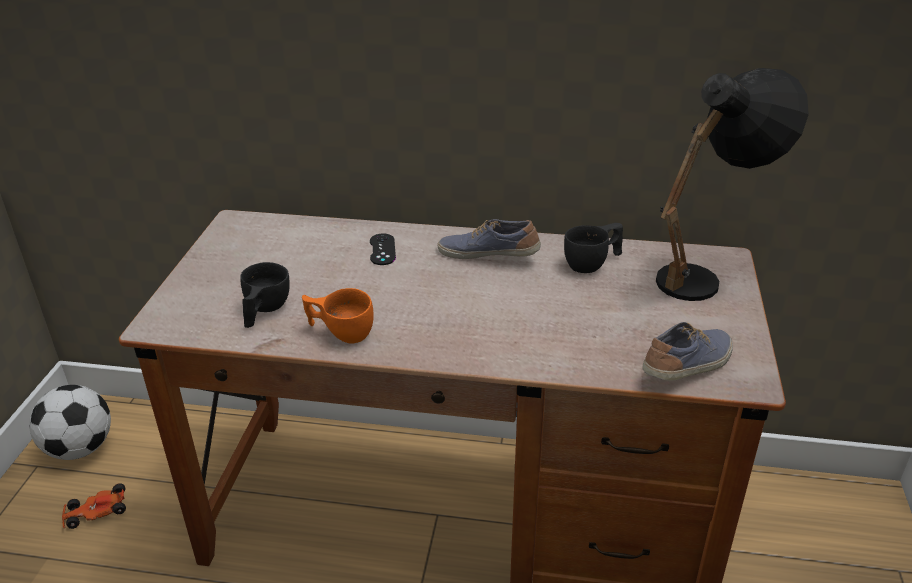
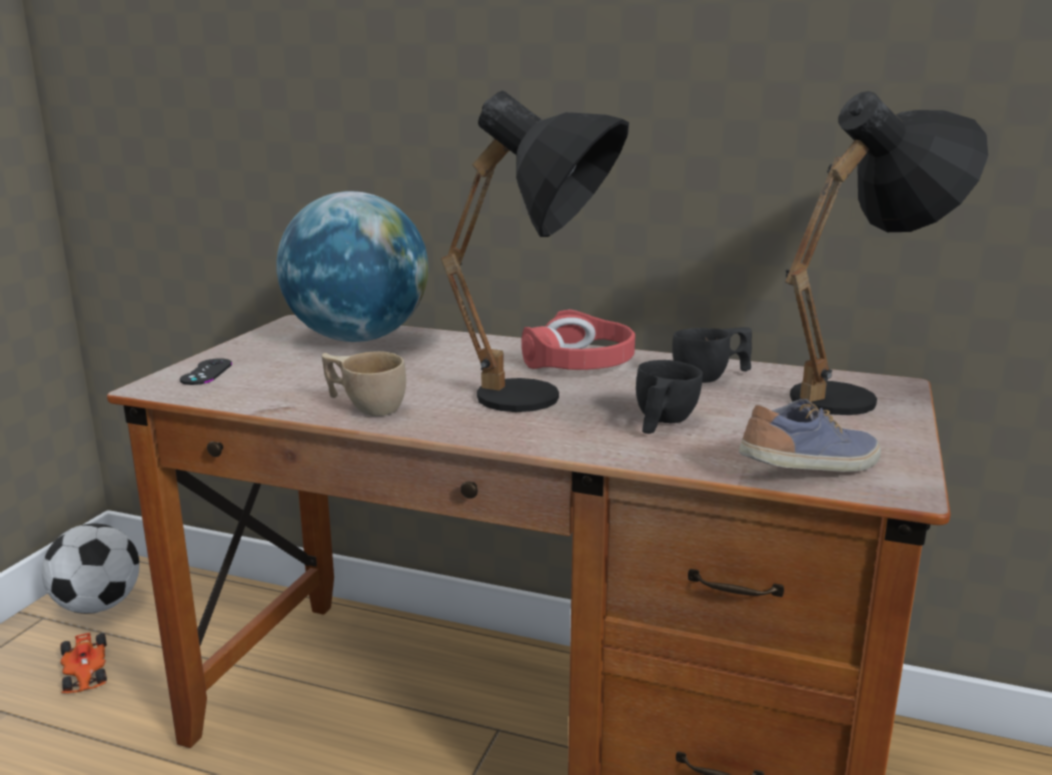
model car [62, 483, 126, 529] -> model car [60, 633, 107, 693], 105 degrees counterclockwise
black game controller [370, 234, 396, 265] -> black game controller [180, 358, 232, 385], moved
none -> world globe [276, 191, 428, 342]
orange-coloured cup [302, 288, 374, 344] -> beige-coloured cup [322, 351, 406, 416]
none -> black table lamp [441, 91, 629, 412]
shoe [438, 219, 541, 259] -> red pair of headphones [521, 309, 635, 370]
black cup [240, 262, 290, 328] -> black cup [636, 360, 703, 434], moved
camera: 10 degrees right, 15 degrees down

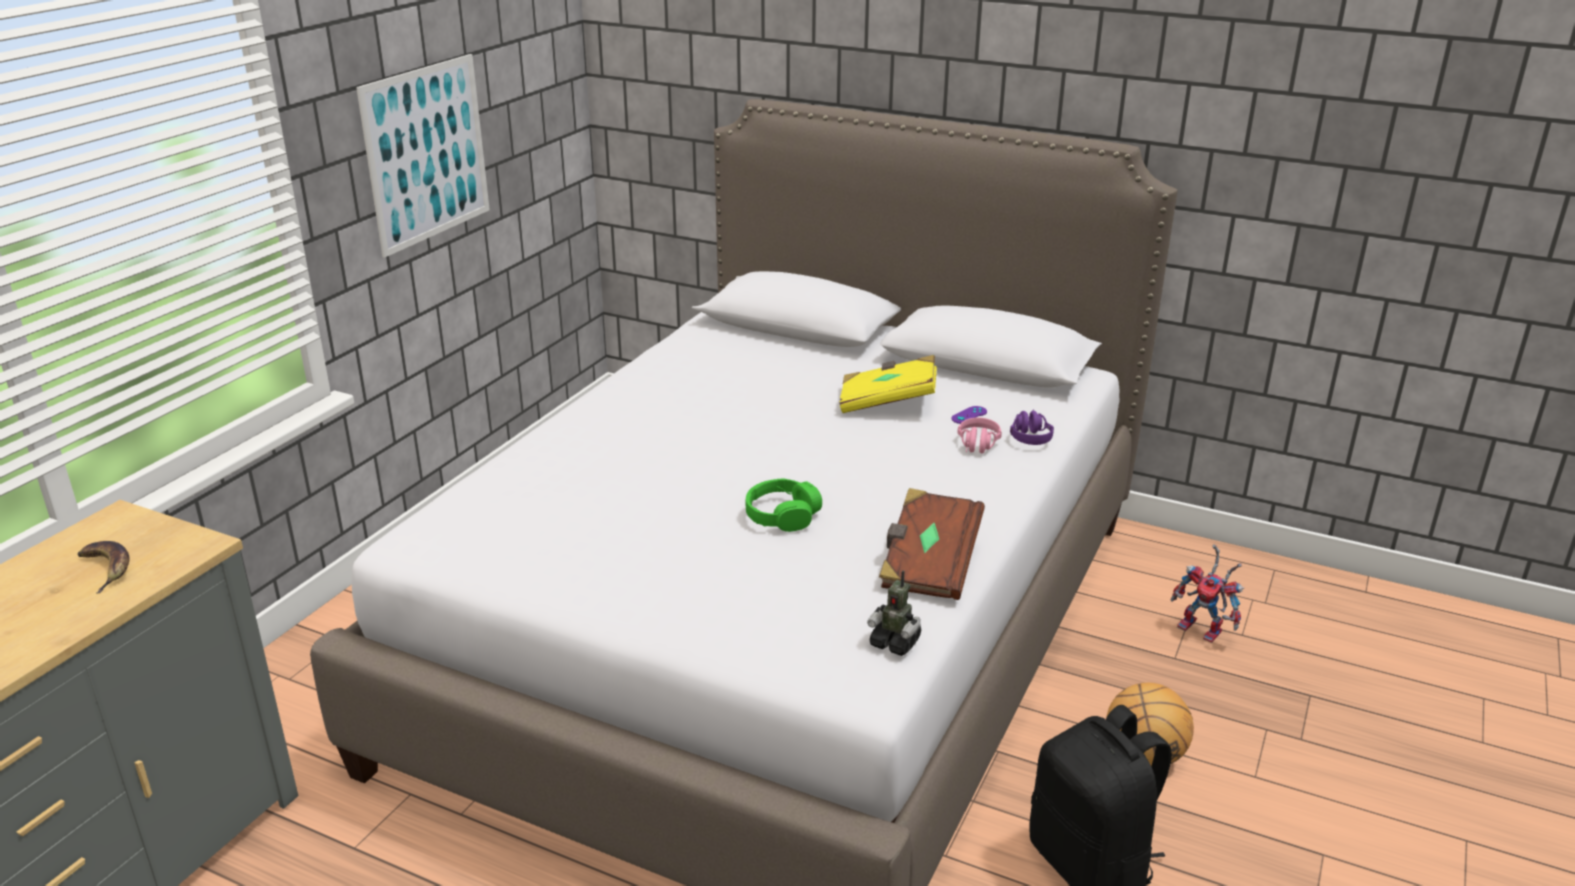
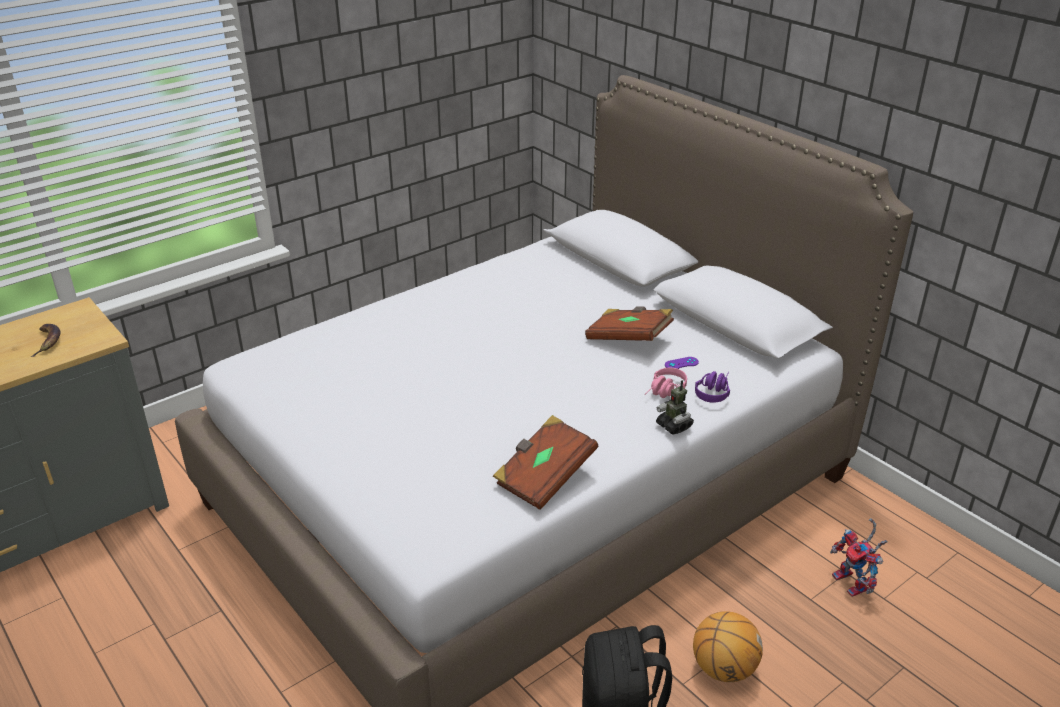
yellow bound book [839, 355, 937, 413] -> brown-coloured bound book [585, 306, 674, 341]
toy robot [867, 570, 921, 656] -> toy robot [656, 380, 694, 435], moved
wall art [356, 54, 490, 258] -> none
green-coloured pair of headphones [745, 479, 822, 532] -> none
camera: 25 degrees right, 5 degrees up

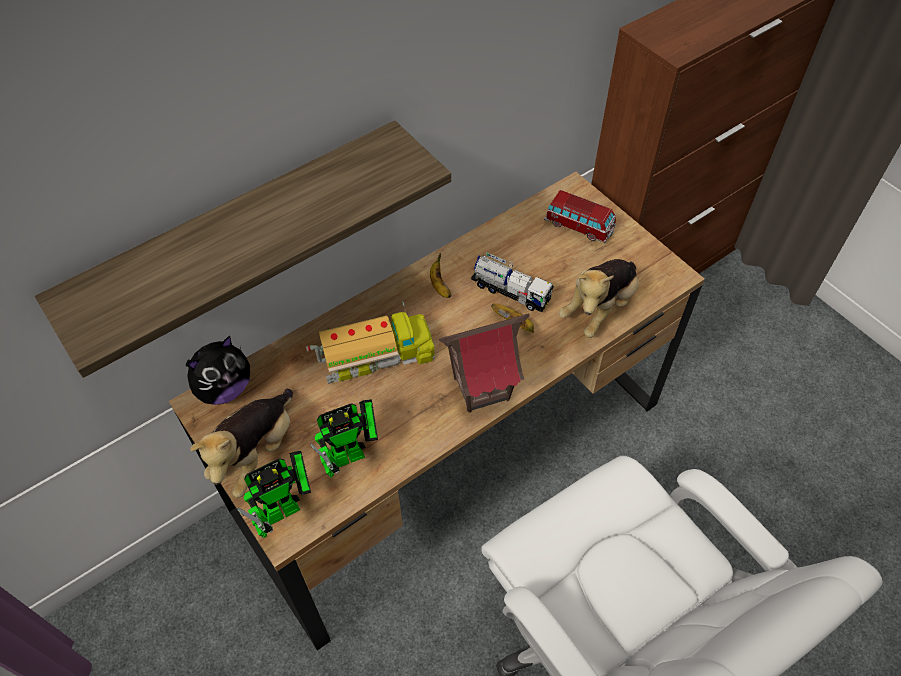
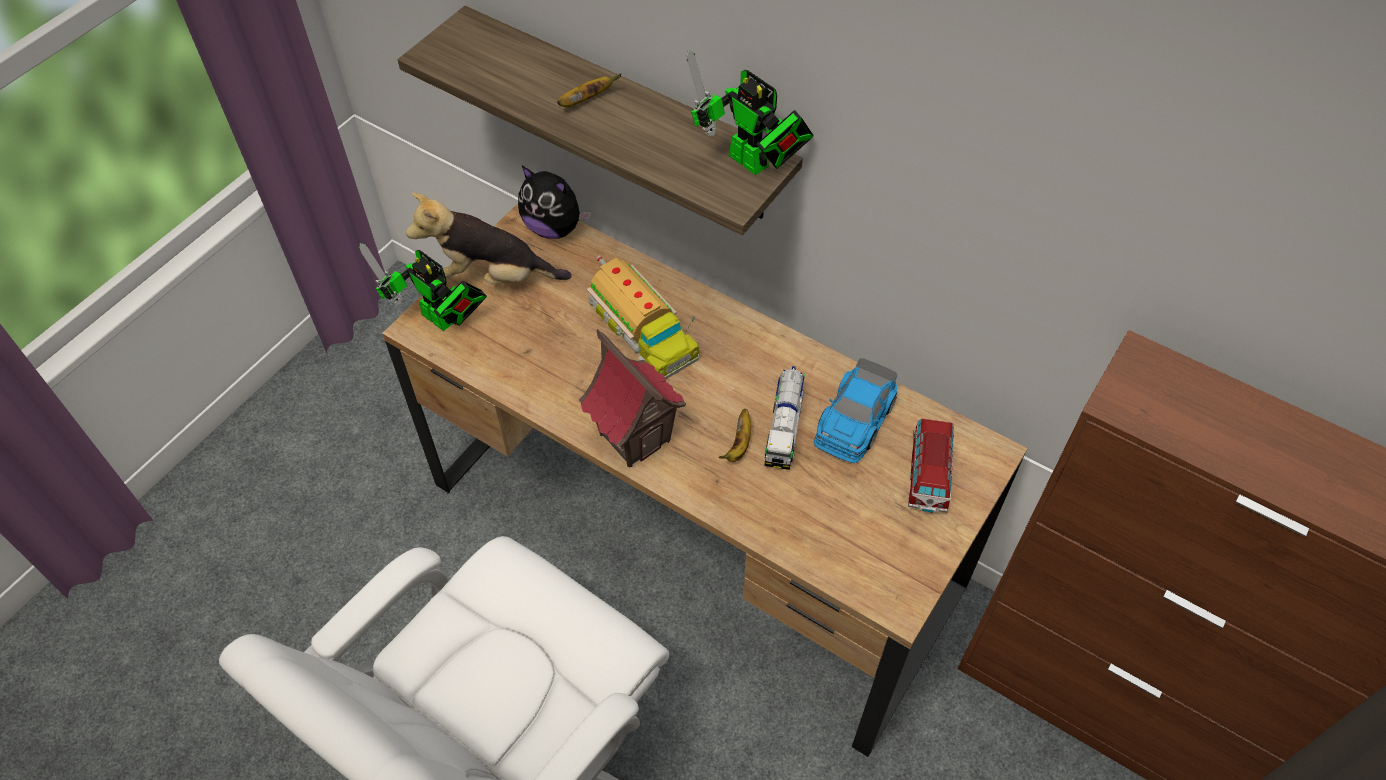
banana fruit [430, 253, 452, 298] -> banana fruit [557, 74, 622, 107], moved
toy robot [310, 399, 378, 477] -> toy robot [687, 49, 814, 175], moved
none -> model car [814, 358, 897, 463]
plush toy [559, 259, 639, 338] -> none
camera: 70 degrees right, 0 degrees up

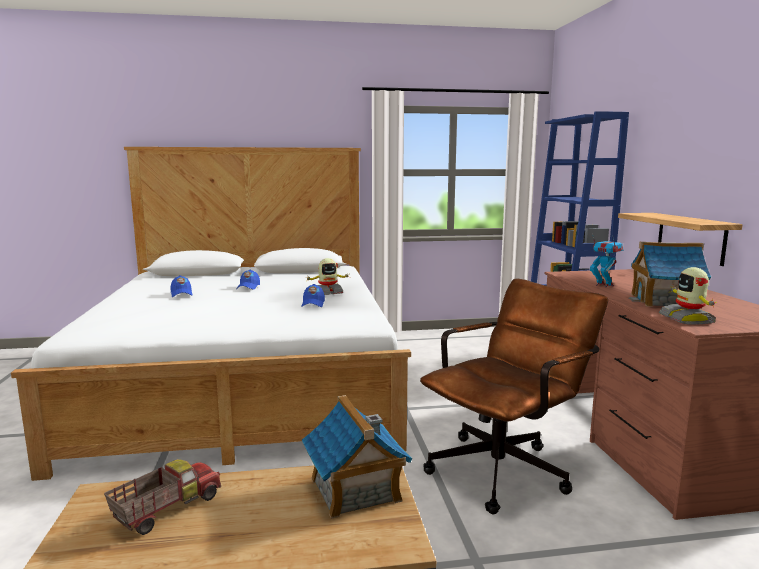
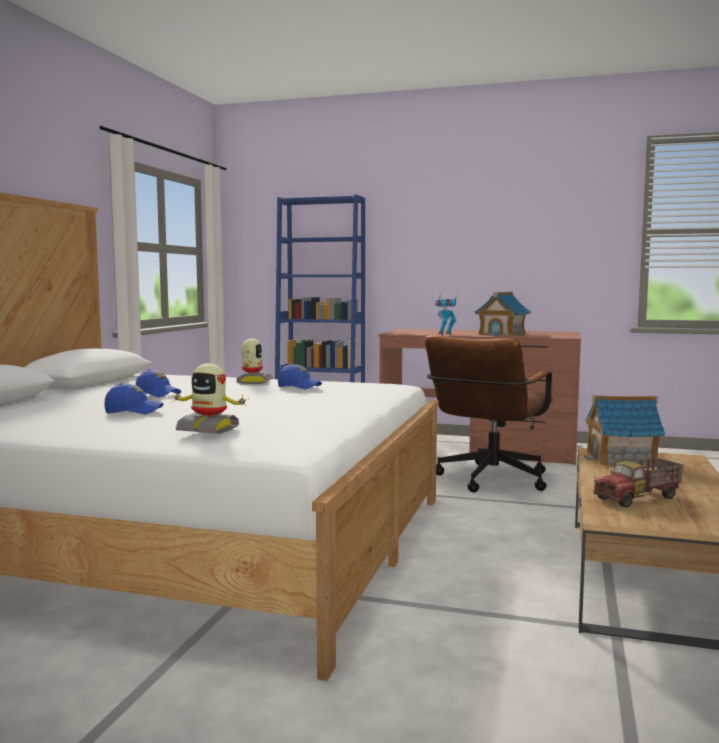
toy robot [659, 267, 716, 324] -> toy robot [172, 363, 249, 434], moved
brown-coloured desk chair [420, 279, 608, 514] -> brown-coloured desk chair [425, 335, 553, 493], 135 degrees counterclockwise
model truck [104, 459, 221, 535] -> model truck [593, 458, 684, 508], 90 degrees counterclockwise
bracket shelf [618, 213, 743, 266] -> none
camera: 65 degrees left, 5 degrees down

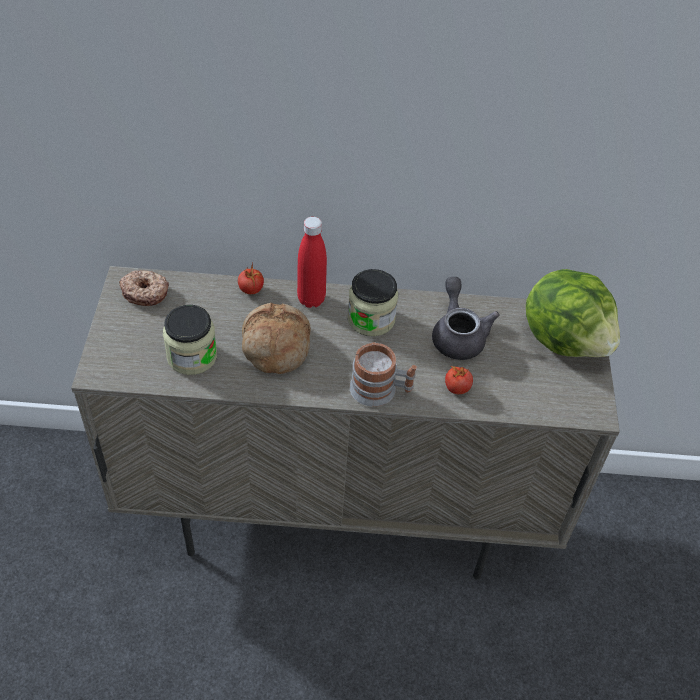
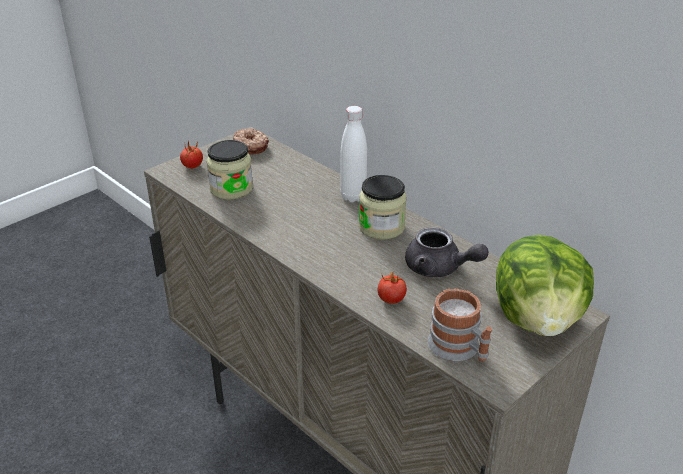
whole tomato [238, 262, 264, 294] -> whole tomato [180, 141, 203, 168], moved
red bottle [297, 217, 327, 308] -> whitish bottle [340, 106, 367, 202]
greyish pot for tea [432, 277, 500, 360] -> greyish pot for tea [405, 227, 488, 277], 90 degrees clockwise
tea mug [350, 342, 417, 407] -> tea mug [428, 289, 492, 362], moved
baked bread [242, 303, 311, 374] -> none
camera: 45 degrees right, 15 degrees down

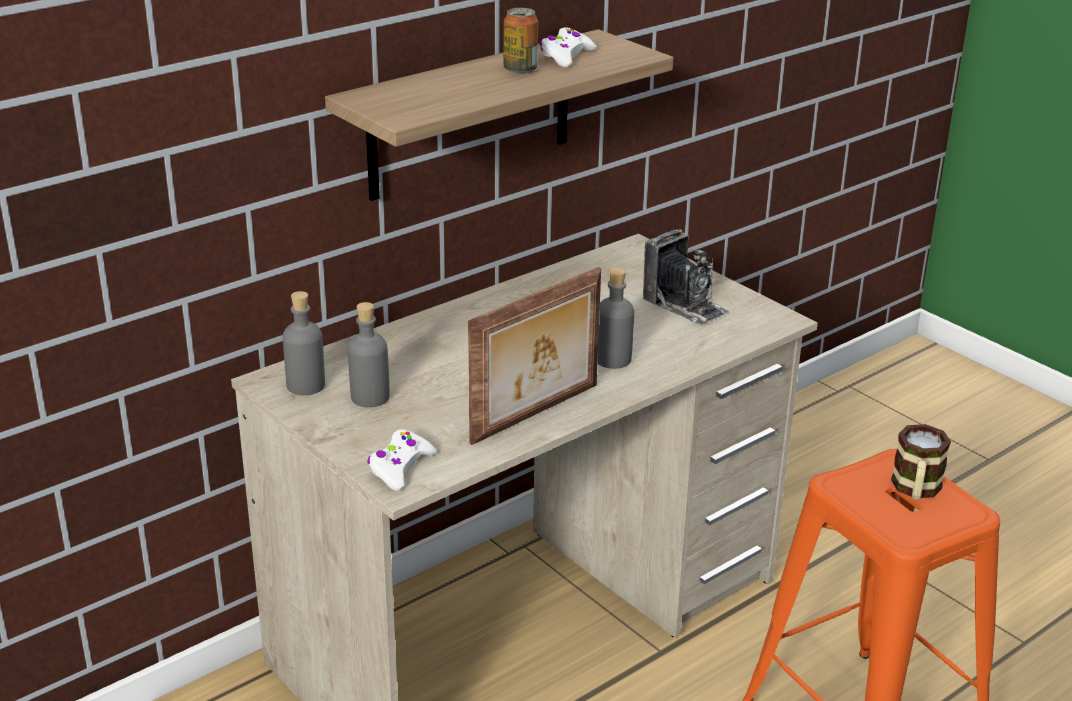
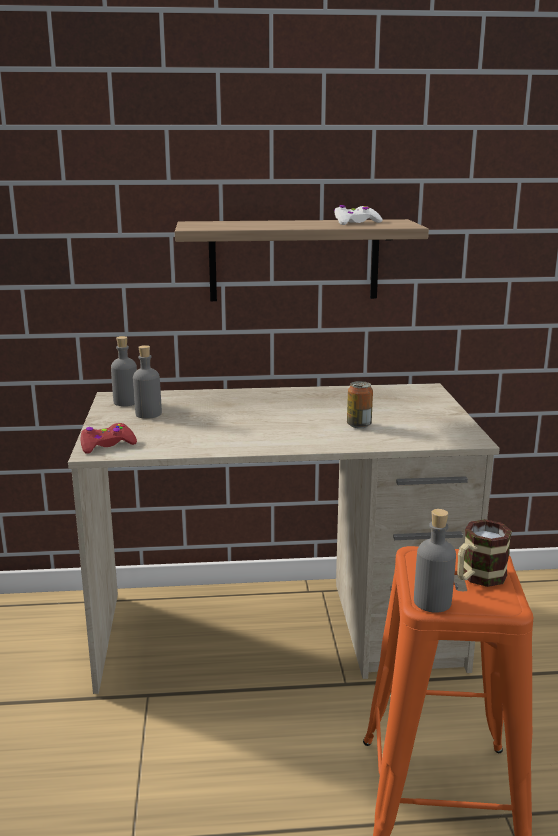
whitish game controller [367, 429, 437, 491] -> red game controller [80, 423, 137, 454]
metal can [504, 8, 538, 74] -> metal can [347, 381, 373, 428], moved
greyish bottle [597, 268, 634, 369] -> greyish bottle [414, 509, 456, 613], moved
picture frame [468, 267, 601, 445] -> none
still camera [643, 229, 729, 326] -> none
camera: 35 degrees right, 10 degrees down

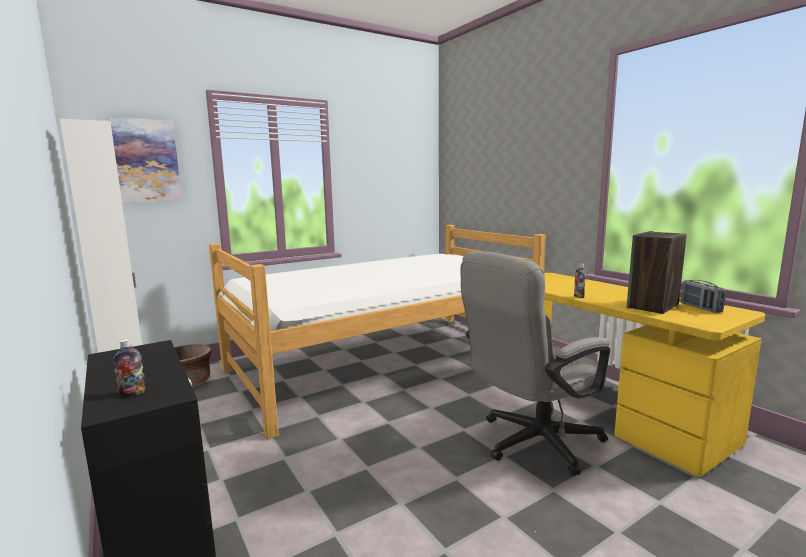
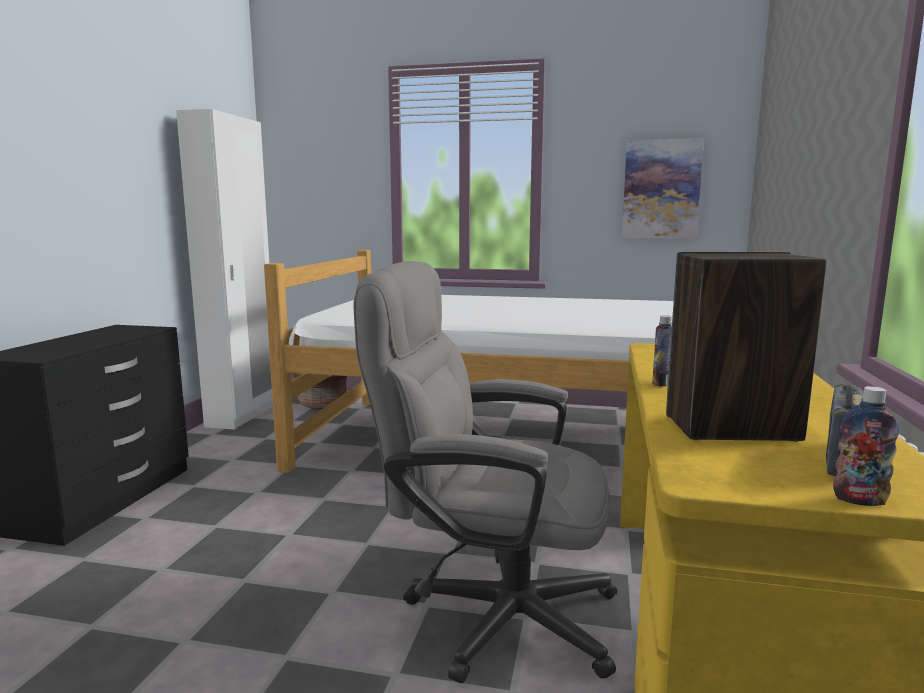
wall art [102, 117, 182, 202] -> wall art [622, 138, 704, 239], moved
bottle [113, 339, 146, 397] -> bottle [833, 386, 899, 506], moved
camera: 45 degrees right, 0 degrees up

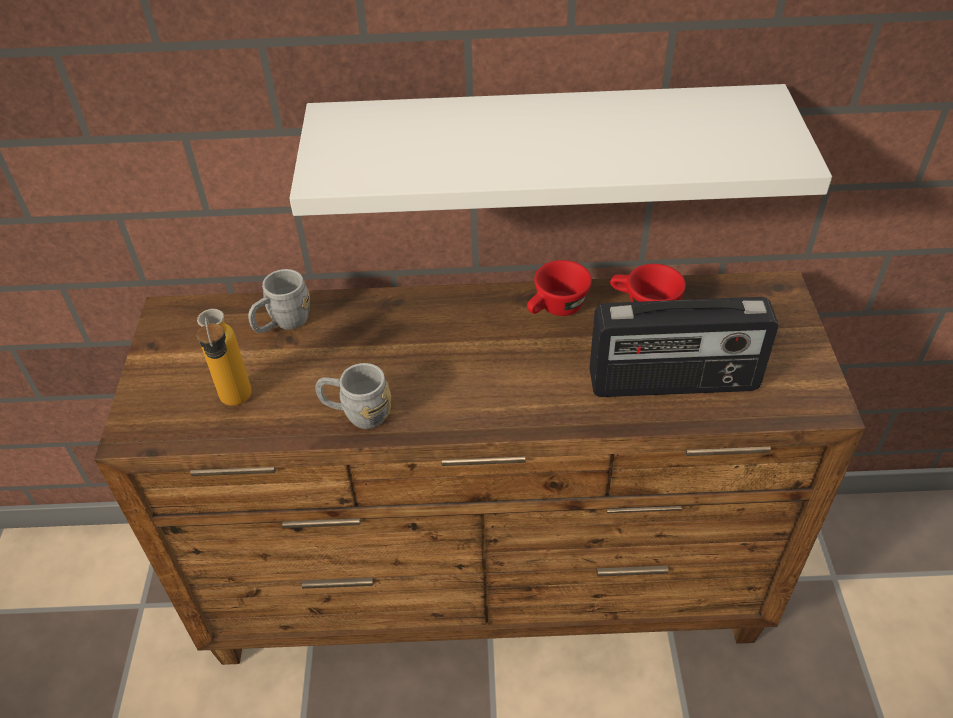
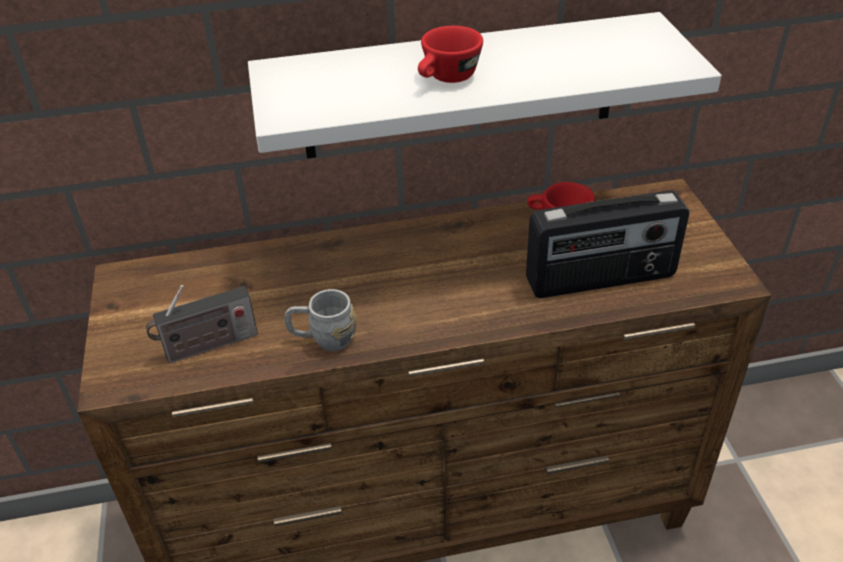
bottle [197, 309, 252, 406] -> radio set [146, 285, 258, 364]
red cup [527, 260, 592, 316] -> red cup [418, 26, 483, 83], moved
greyish tea mug [248, 269, 310, 333] -> none
camera: 10 degrees left, 5 degrees down

